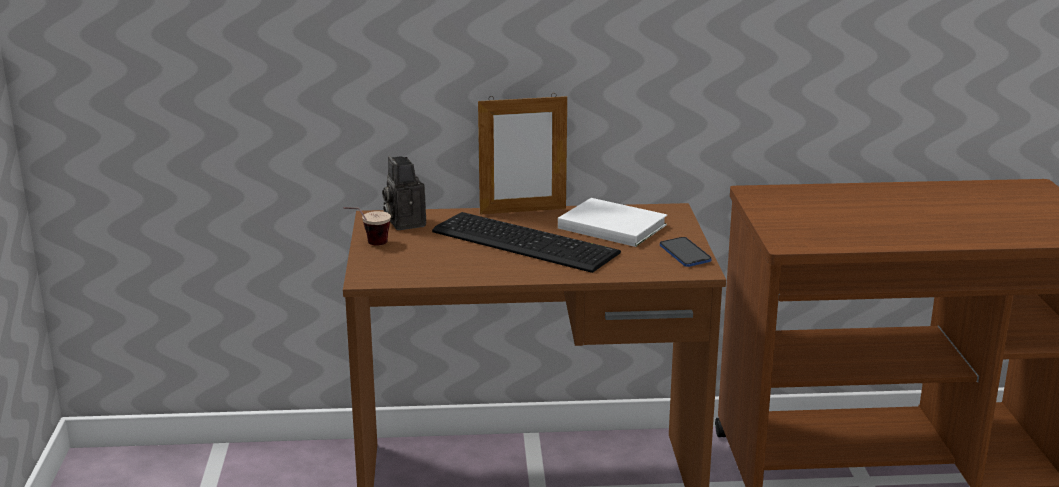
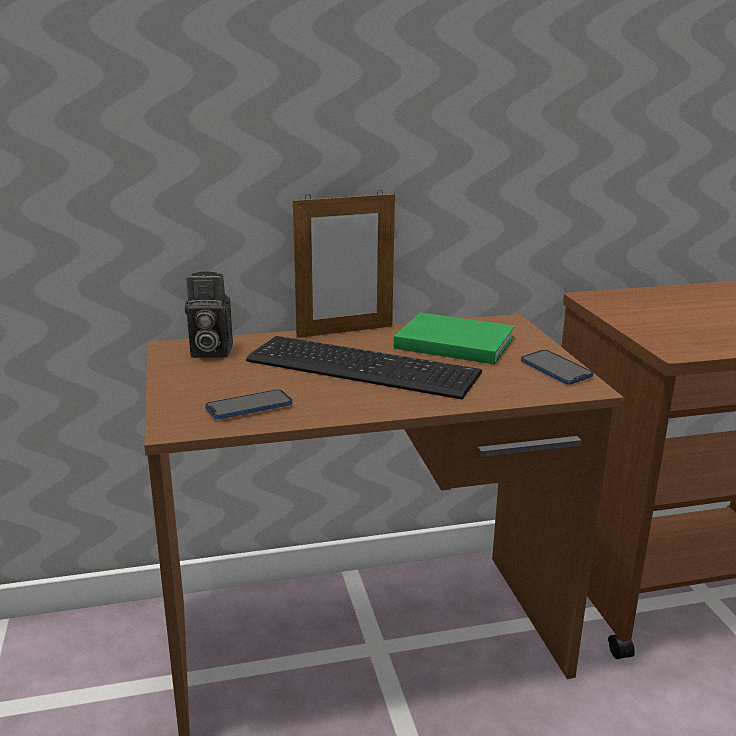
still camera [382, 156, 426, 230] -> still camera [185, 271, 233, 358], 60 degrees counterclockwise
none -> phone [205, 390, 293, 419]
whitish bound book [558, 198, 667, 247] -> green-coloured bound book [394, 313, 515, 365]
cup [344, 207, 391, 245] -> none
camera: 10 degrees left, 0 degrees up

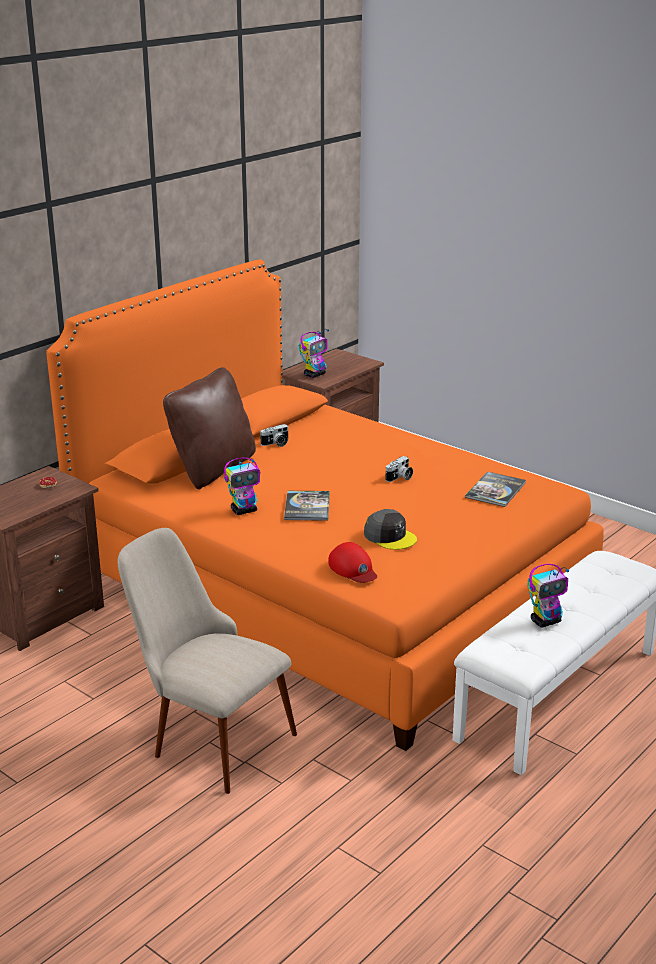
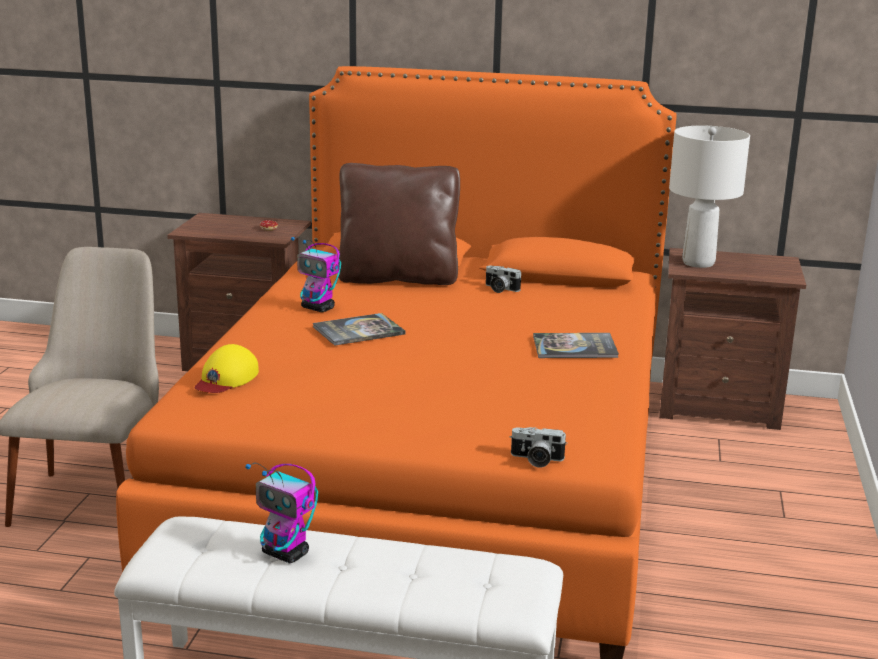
red cap [328, 542, 377, 583] -> yellow cap [195, 344, 259, 393]
still camera [386, 456, 413, 482] -> still camera [510, 427, 567, 468], moved
bound book [465, 472, 526, 507] -> bound book [533, 333, 619, 358], moved
toy robot [299, 329, 329, 378] -> whitish table lamp [669, 126, 750, 268]
greyish cap [364, 509, 417, 550] -> none
camera: 60 degrees right, 5 degrees down

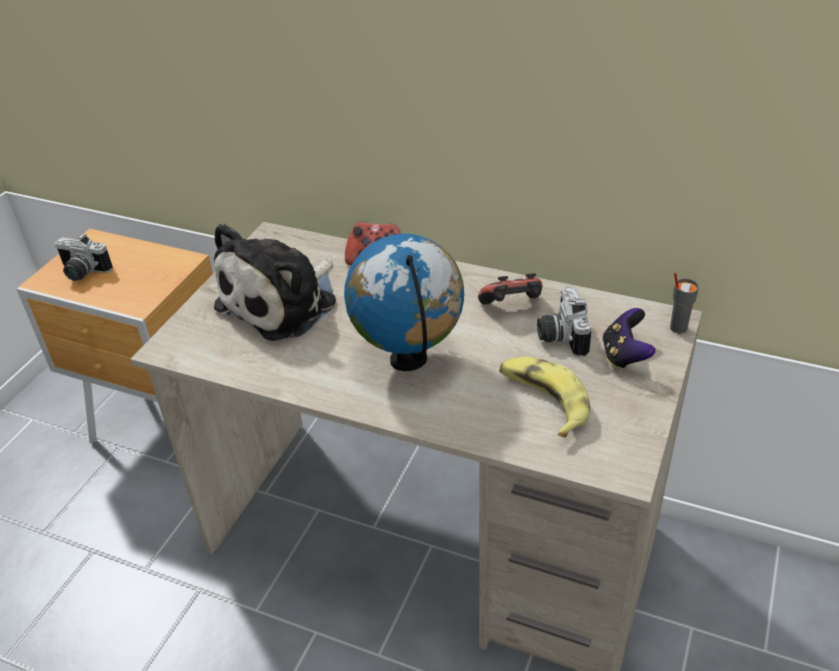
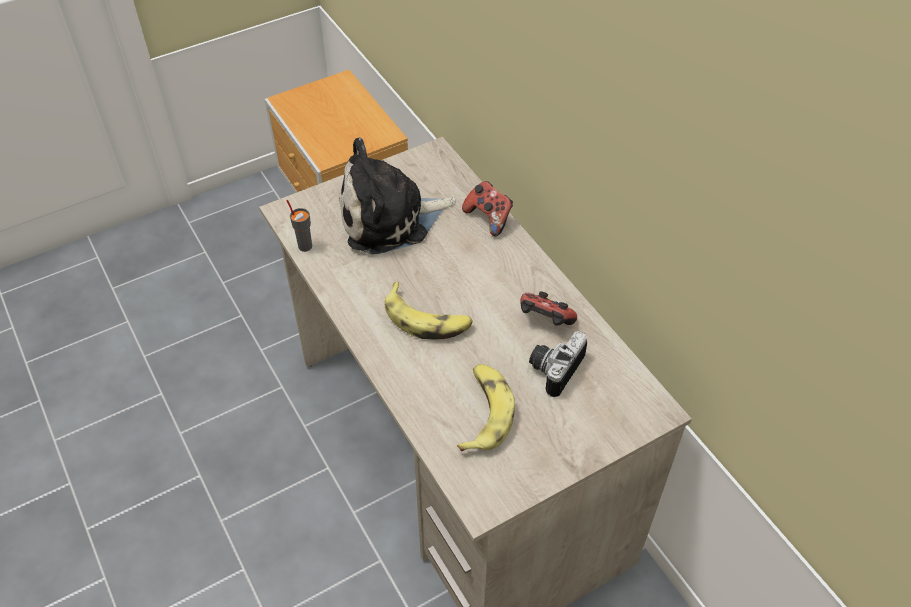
greyish cup [670, 272, 699, 334] -> greyish cup [287, 200, 312, 252], moved
world globe [344, 234, 464, 371] -> banana fruit [384, 282, 473, 340]
still camera [55, 233, 113, 281] -> none
game controller [602, 308, 656, 370] -> none
camera: 35 degrees right, 10 degrees up

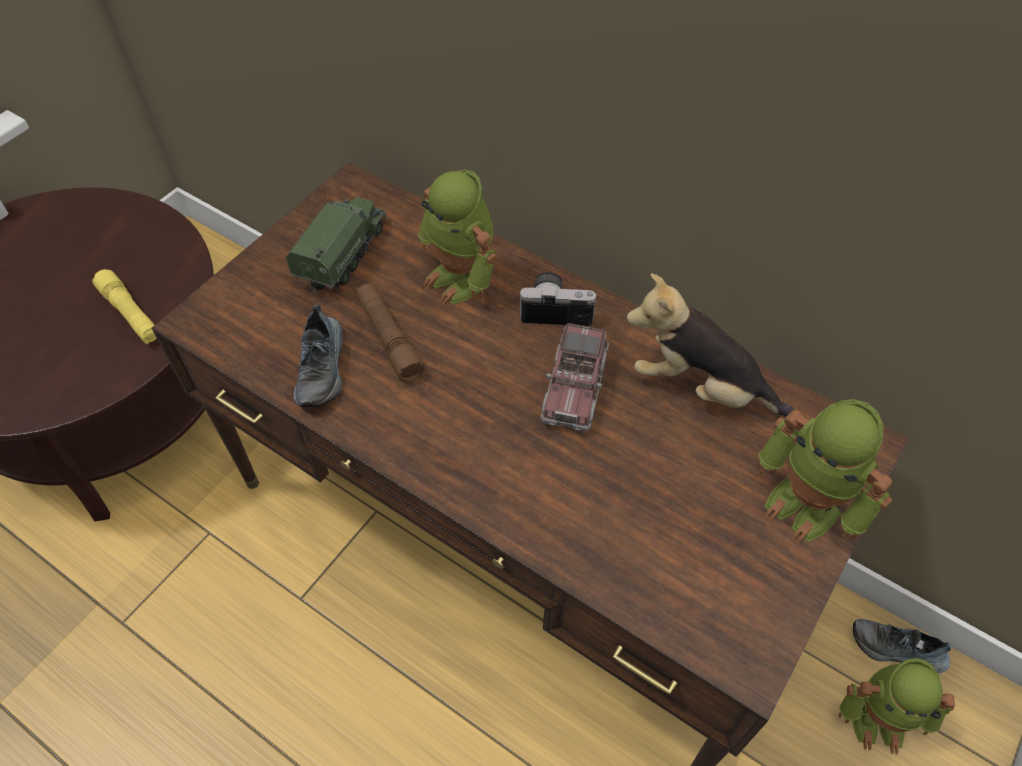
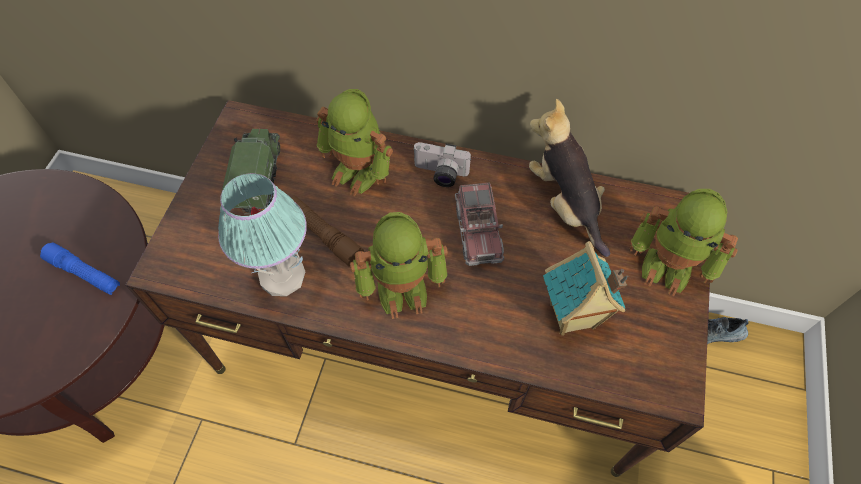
yellow hand torch [92, 269, 157, 344] -> blue-coloured hand torch [40, 242, 120, 295]
shoe [293, 305, 343, 407] -> table lamp [218, 173, 307, 296]
toy robot [838, 658, 955, 754] -> toy robot [350, 212, 448, 319], moved
still camera [520, 272, 596, 326] -> still camera [413, 142, 471, 187], 150 degrees counterclockwise
plush toy [626, 273, 794, 417] -> plush toy [529, 99, 610, 257], 60 degrees clockwise
none -> miniature house [543, 241, 628, 336]
camera: 20 degrees left, 5 degrees up

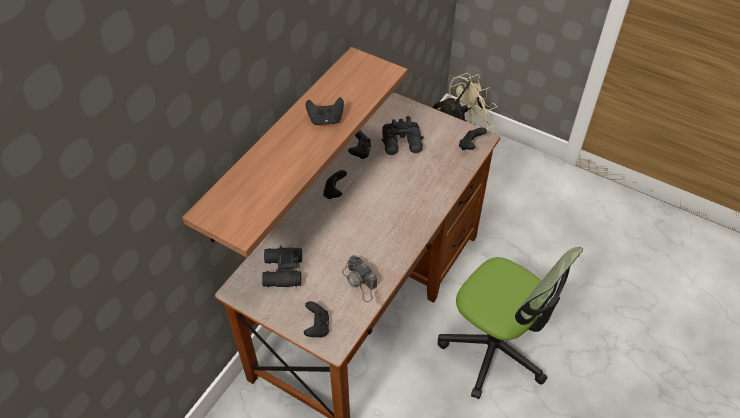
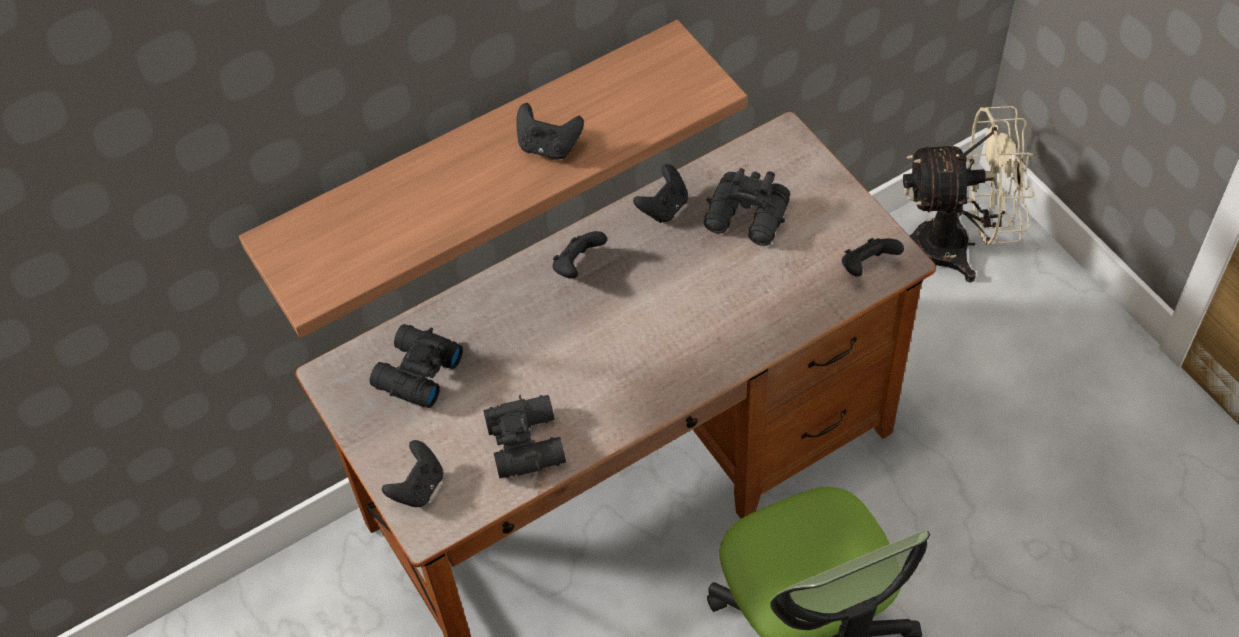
still camera [342, 255, 377, 302] -> black field glasses [483, 395, 566, 479]
camera: 30 degrees right, 5 degrees up

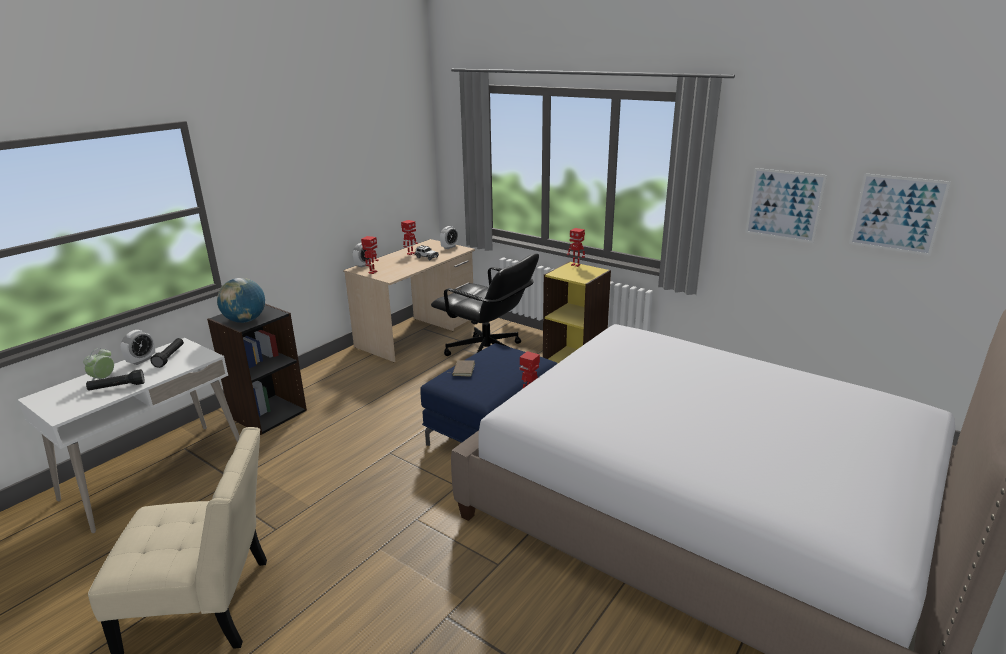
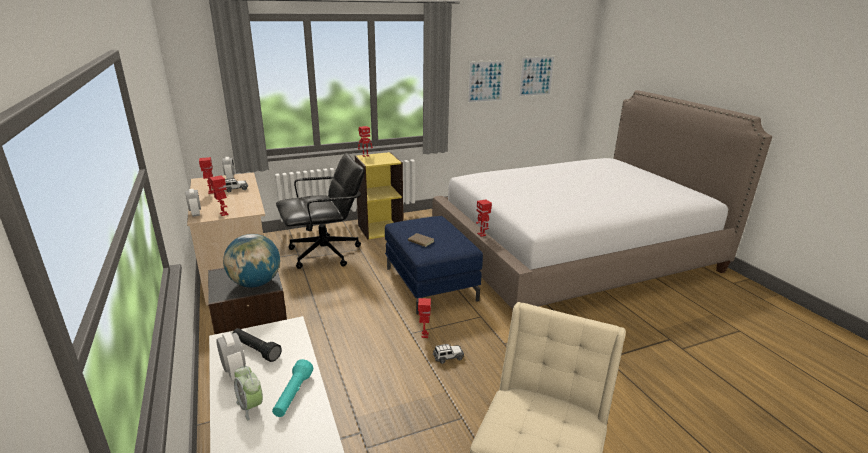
black hand torch [86, 369, 145, 391] -> turquoise hand torch [272, 359, 313, 417]
none -> toy robot [418, 298, 431, 338]
none -> model car [433, 344, 464, 364]
camera: 60 degrees left, 0 degrees up

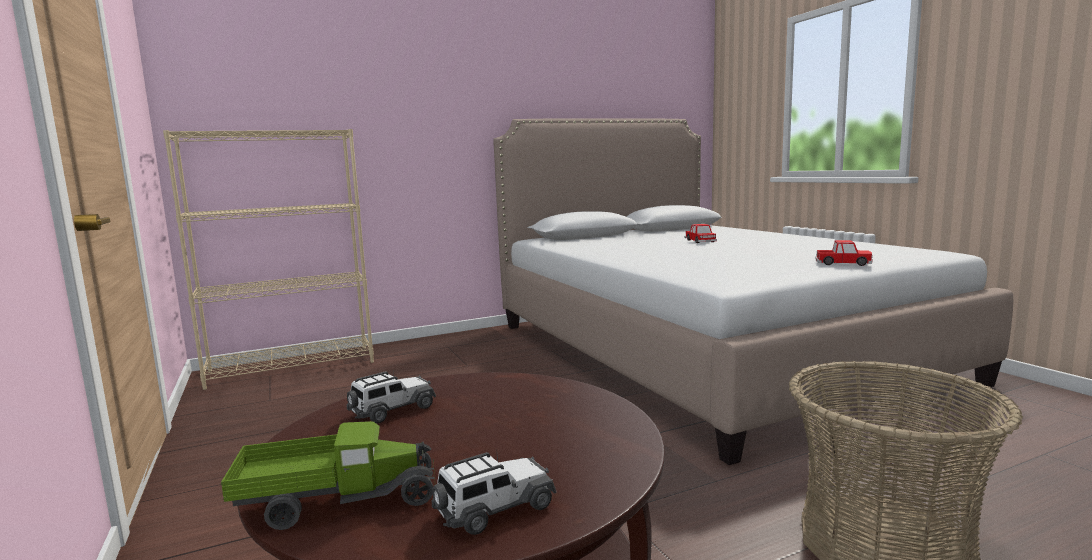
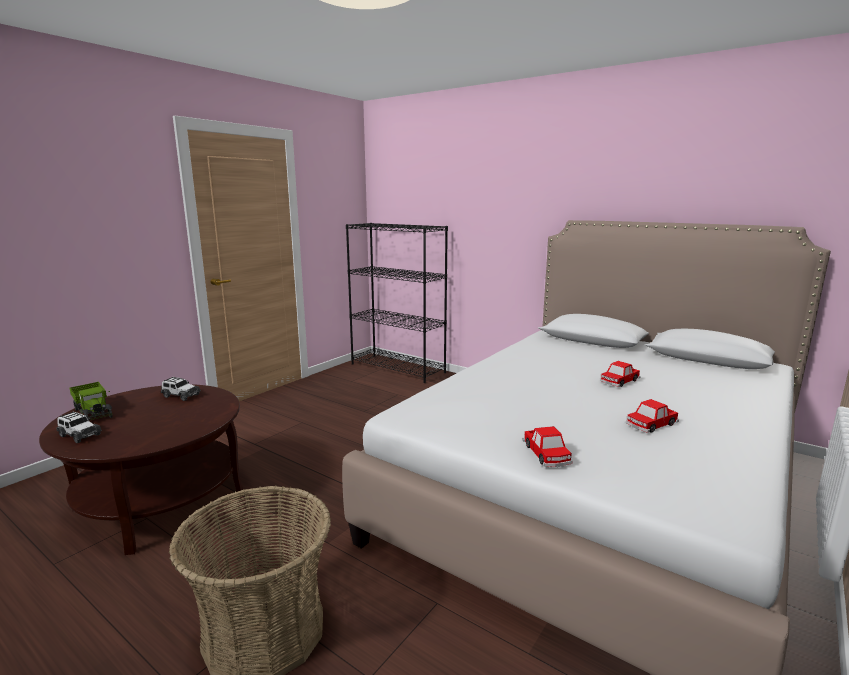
beige-coloured bookshelf [163, 129, 374, 390] -> black bookshelf [346, 223, 448, 383]
none -> model car [626, 399, 679, 433]
camera: 60 degrees right, 5 degrees up

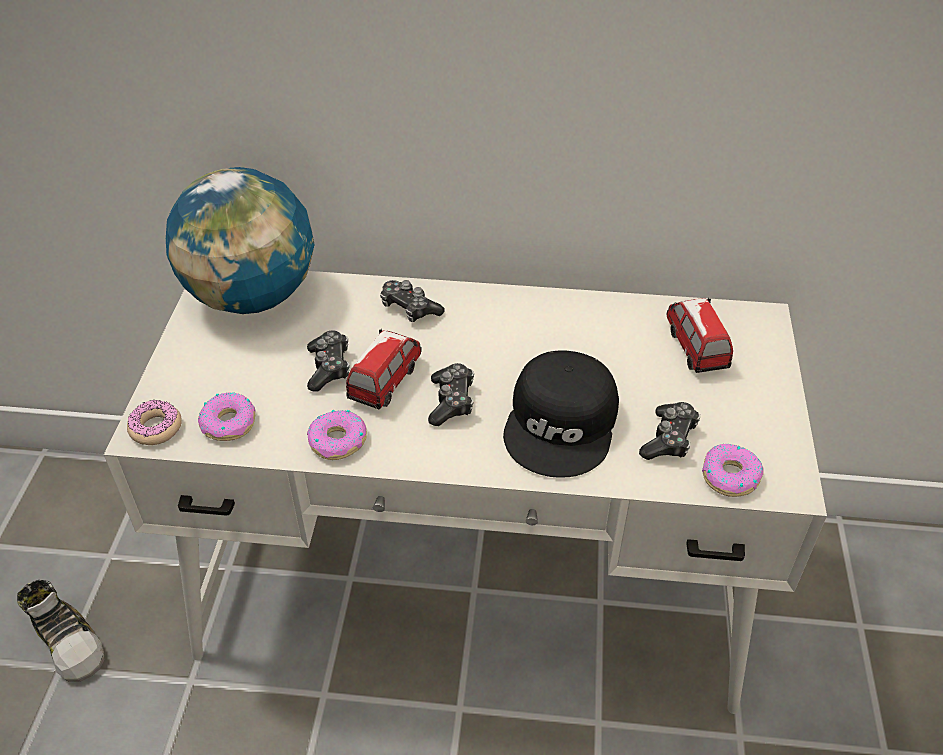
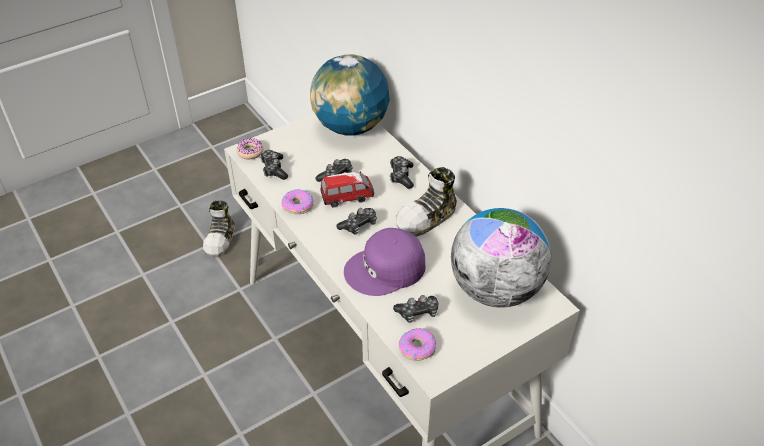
ring doughnut [198, 392, 255, 441] -> game controller [260, 150, 288, 180]
black cap [503, 351, 619, 478] -> purplish cap [344, 228, 425, 296]
none -> shoe [396, 167, 457, 237]
model car [667, 298, 733, 373] -> world globe [451, 208, 551, 308]
camera: 50 degrees right, 0 degrees up

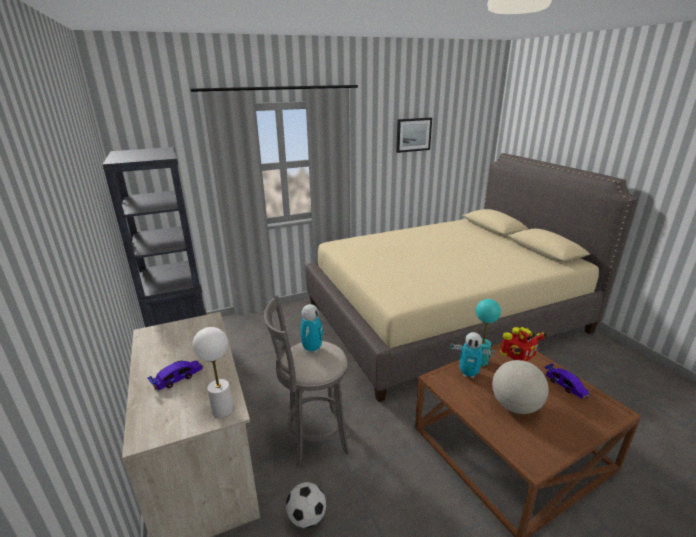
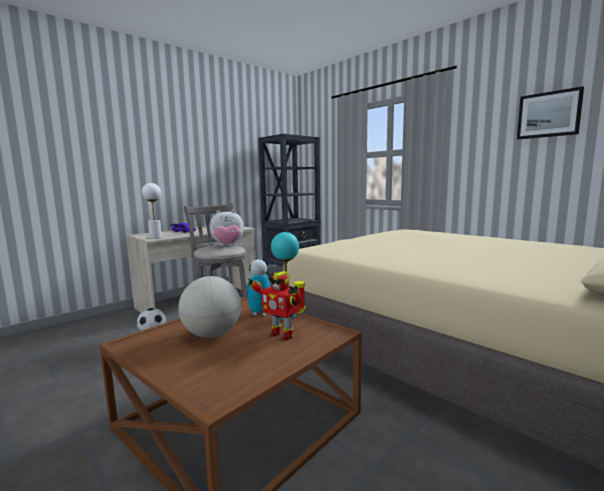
toy robot [300, 304, 323, 353] -> plush toy [209, 210, 244, 246]
model car [545, 363, 590, 399] -> none
camera: 70 degrees right, 15 degrees down

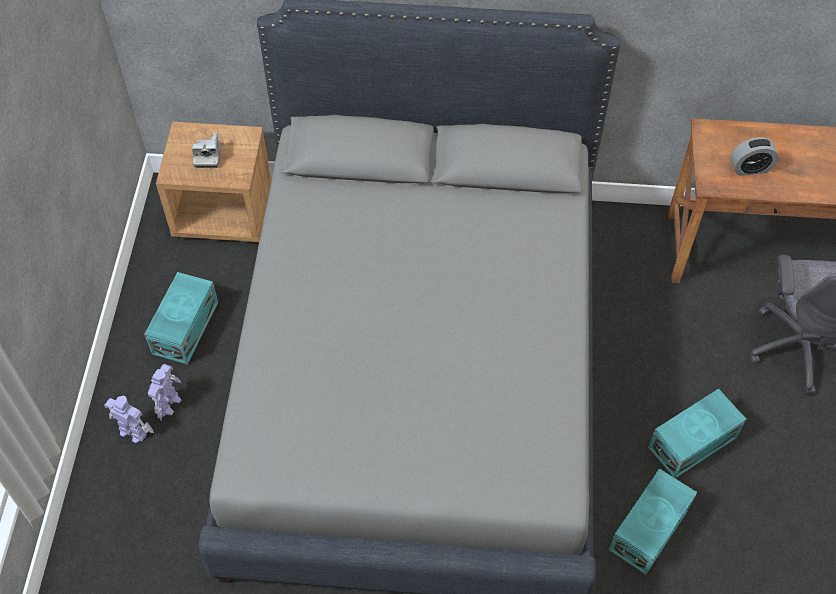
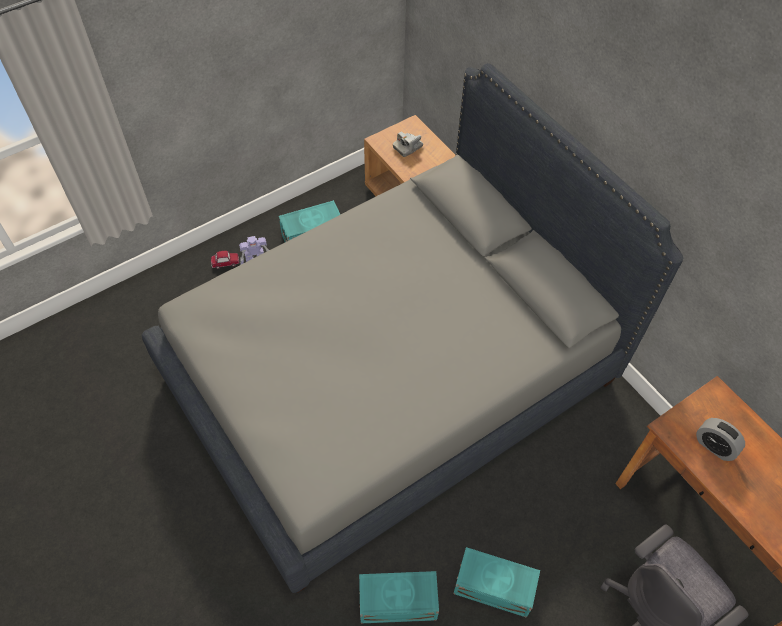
toy robot [104, 396, 154, 443] -> model car [211, 251, 239, 269]
camera: 50 degrees right, 0 degrees up

